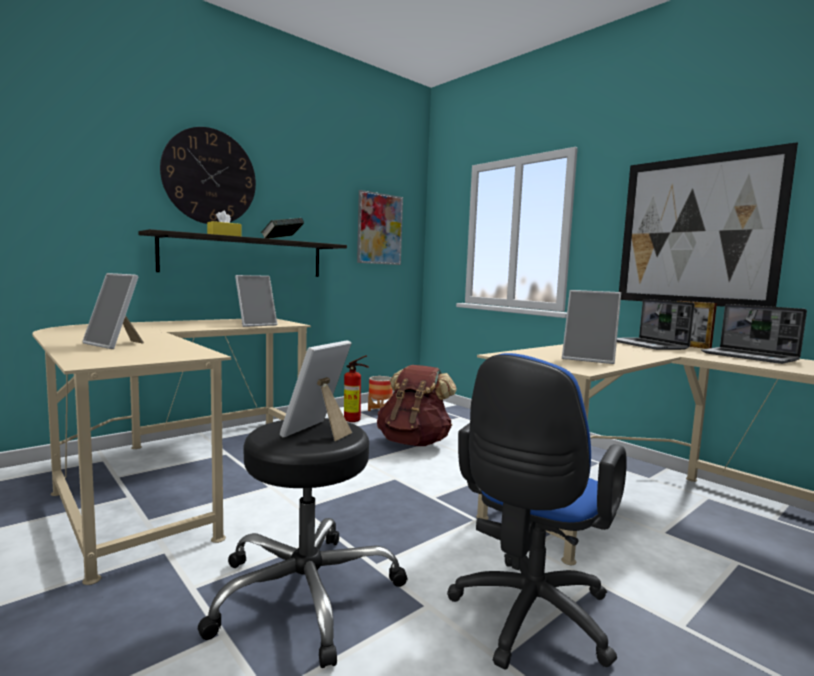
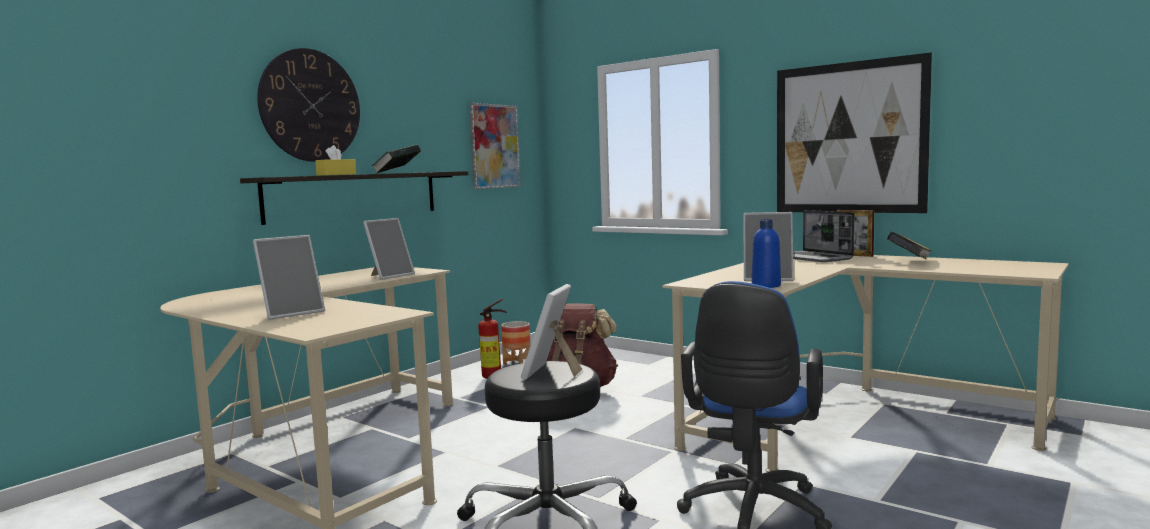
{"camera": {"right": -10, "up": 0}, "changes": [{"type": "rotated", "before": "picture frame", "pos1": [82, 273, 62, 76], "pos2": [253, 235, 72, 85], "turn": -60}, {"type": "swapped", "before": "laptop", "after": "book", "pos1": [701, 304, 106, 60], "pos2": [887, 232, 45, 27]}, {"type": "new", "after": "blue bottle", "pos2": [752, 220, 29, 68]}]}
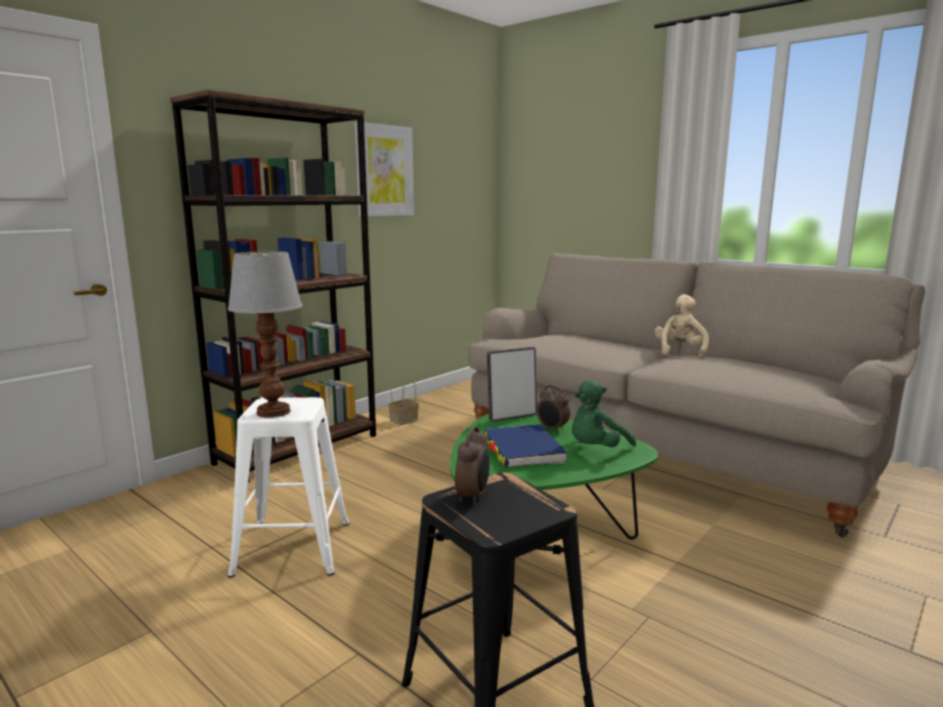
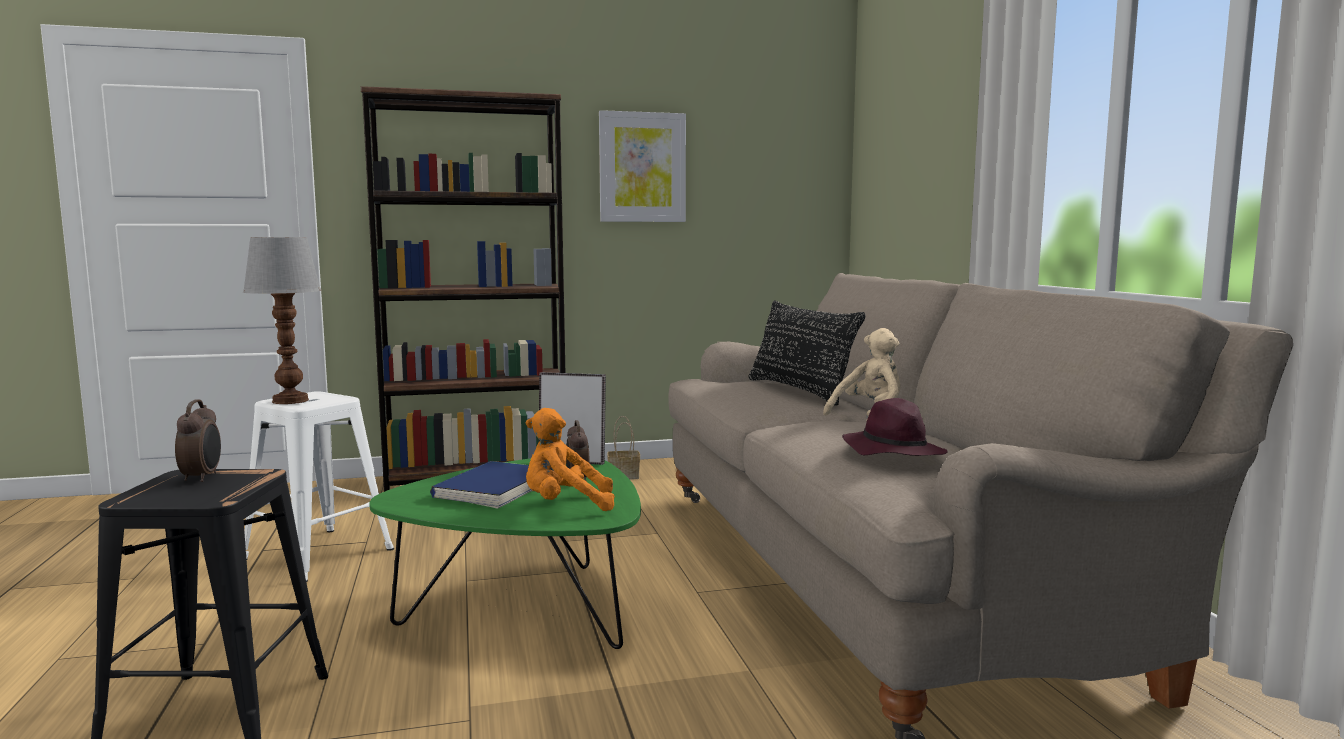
{"camera": {"right": 35, "up": -5}, "changes": [{"type": "repainted", "before": "green plush toy", "after": "orange plush toy", "pos1": [572, 380, 64, 67], "pos2": [526, 408, 89, 103]}, {"type": "rotated", "before": "alarm clock", "pos1": [455, 426, 34, 79], "pos2": [175, 399, 46, 83], "turn": -60}, {"type": "new", "after": "black pillow", "pos2": [749, 301, 117, 105]}, {"type": "new", "after": "purple hat", "pos2": [842, 398, 106, 58]}]}
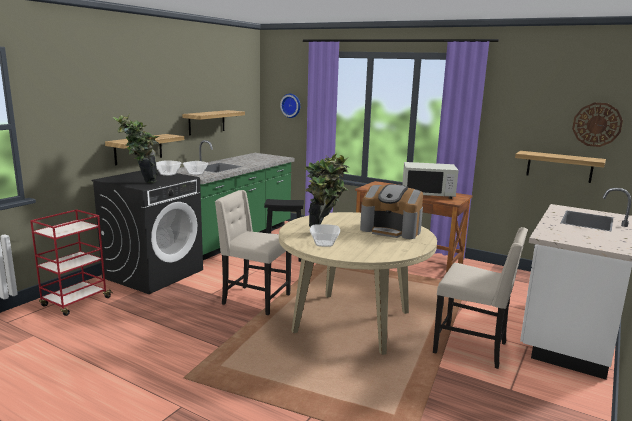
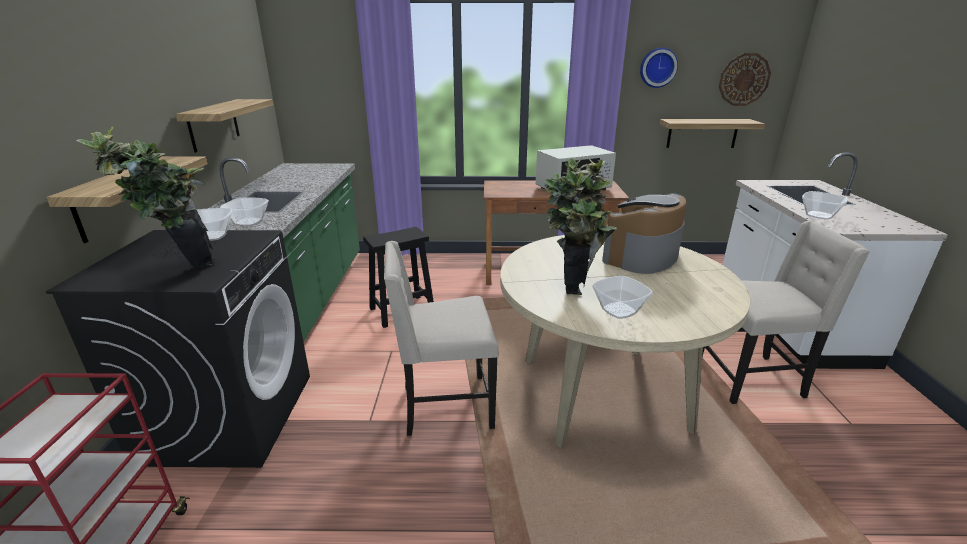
{"camera": {"right": -30, "up": 10}, "changes": [{"type": "shifted", "before": "wall clock", "pos1": [280, 94, 20, 24], "pos2": [640, 48, 38, 40]}, {"type": "rotated", "before": "coffee machine", "pos1": [360, 184, 63, 55], "pos2": [602, 193, 85, 81], "turn": 135}, {"type": "new", "after": "bowl", "pos2": [802, 191, 46, 29]}]}
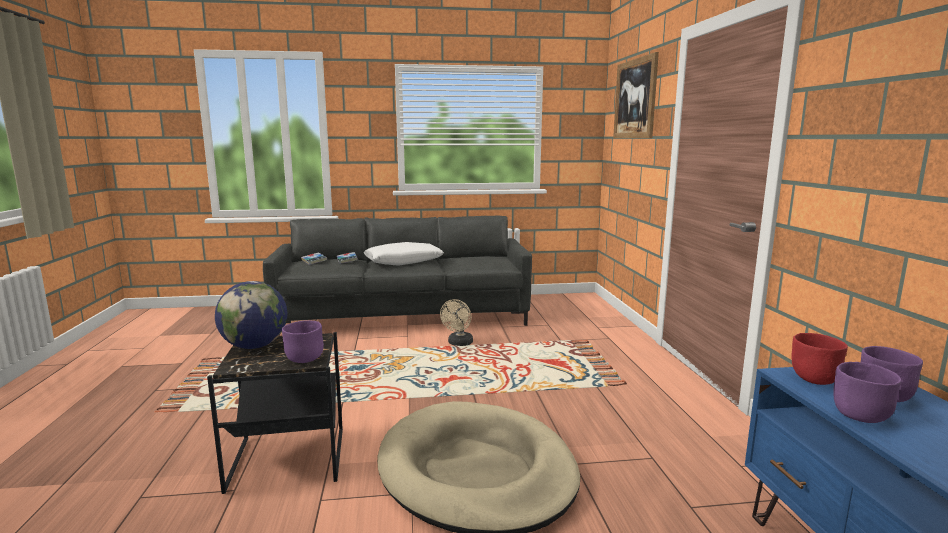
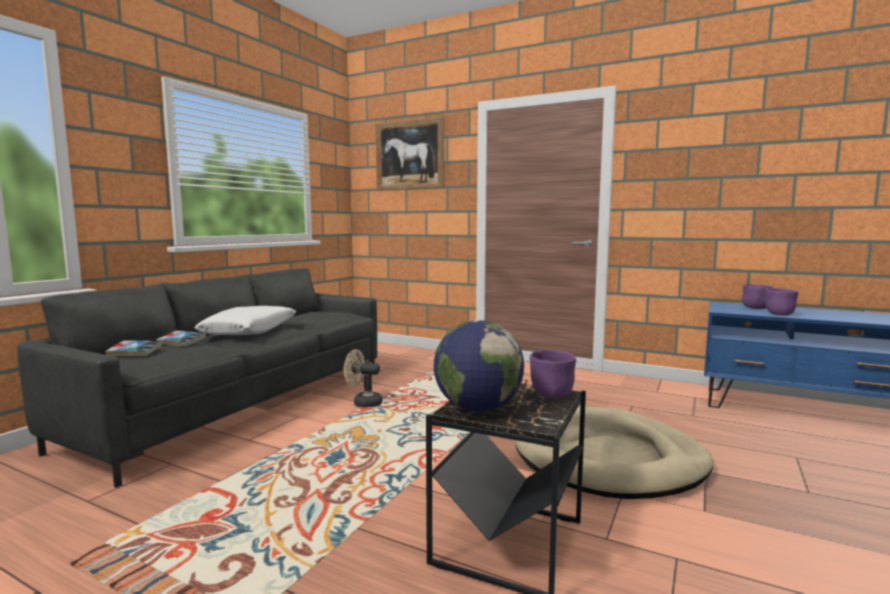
{"camera": {"right": -55, "up": -5}, "changes": [{"type": "rotated", "before": "beige fan", "pos1": [440, 299, 33, 47], "pos2": [344, 349, 38, 58], "turn": 135}, {"type": "gone", "before": "red bowl", "pos1": [791, 333, 57, 52]}]}
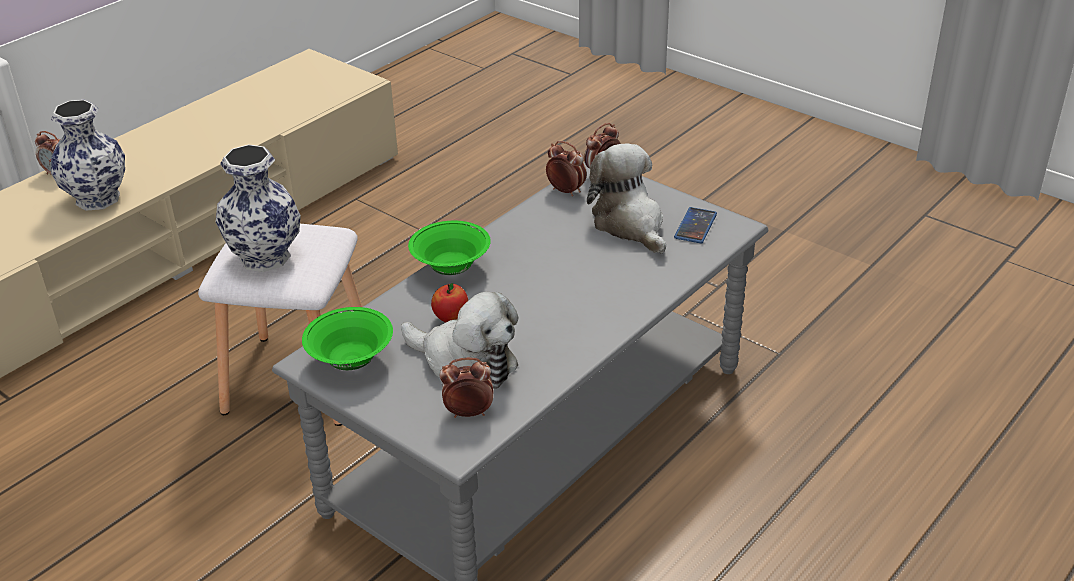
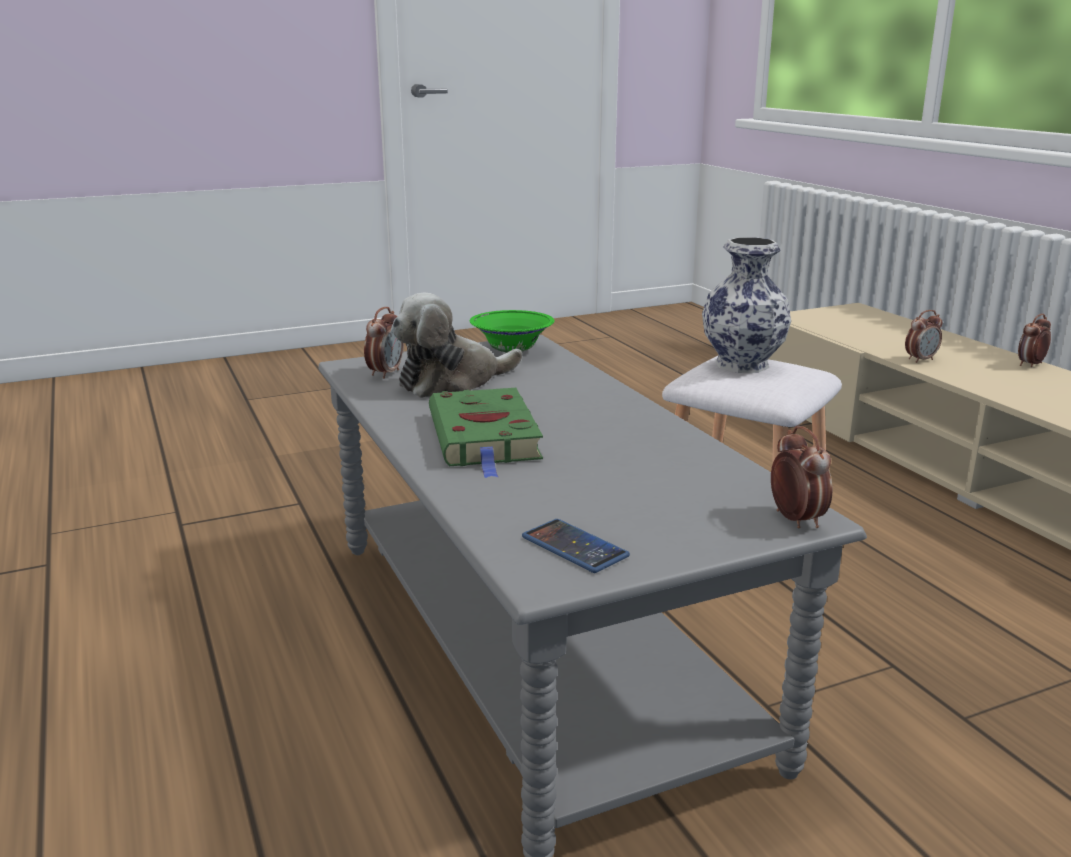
{"camera": {"right": 115, "up": -15}, "changes": [{"type": "gone", "before": "vase", "pos1": [51, 100, 74, 111]}, {"type": "shifted", "before": "alarm clock", "pos1": [546, 141, 41, 55], "pos2": [905, 310, 38, 53]}, {"type": "gone", "before": "plush toy", "pos1": [587, 143, 79, 111]}, {"type": "gone", "before": "green bowl", "pos1": [408, 221, 83, 54]}, {"type": "gone", "before": "apple", "pos1": [431, 283, 37, 40]}, {"type": "new", "after": "green book", "pos2": [429, 388, 114, 90]}]}
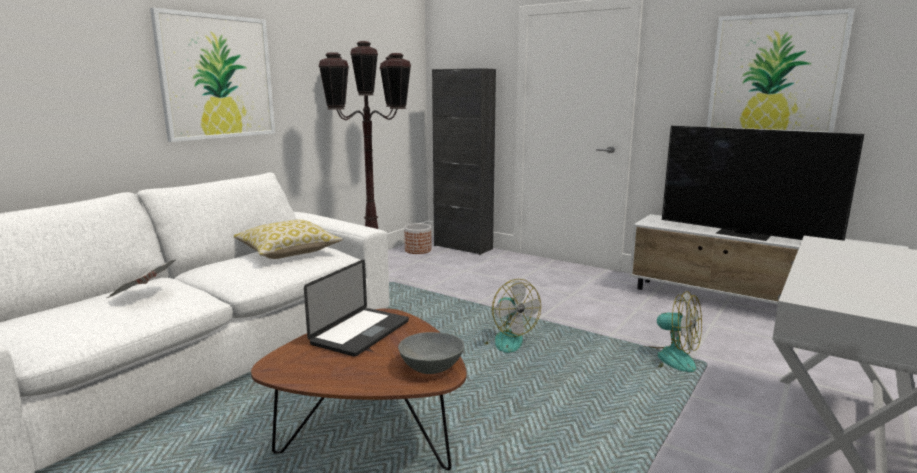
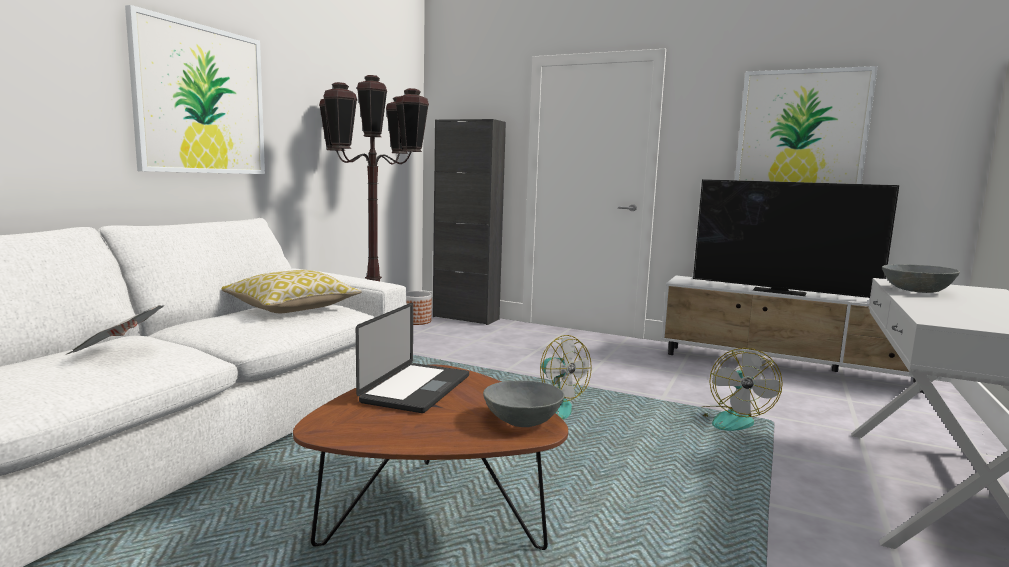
{"camera": {"right": -10, "up": -5}, "changes": [{"type": "rotated", "before": "fan", "pos1": [639, 291, 63, 81], "pos2": [702, 348, 81, 83], "turn": 75}, {"type": "new", "after": "grey bowl", "pos2": [882, 264, 78, 29]}]}
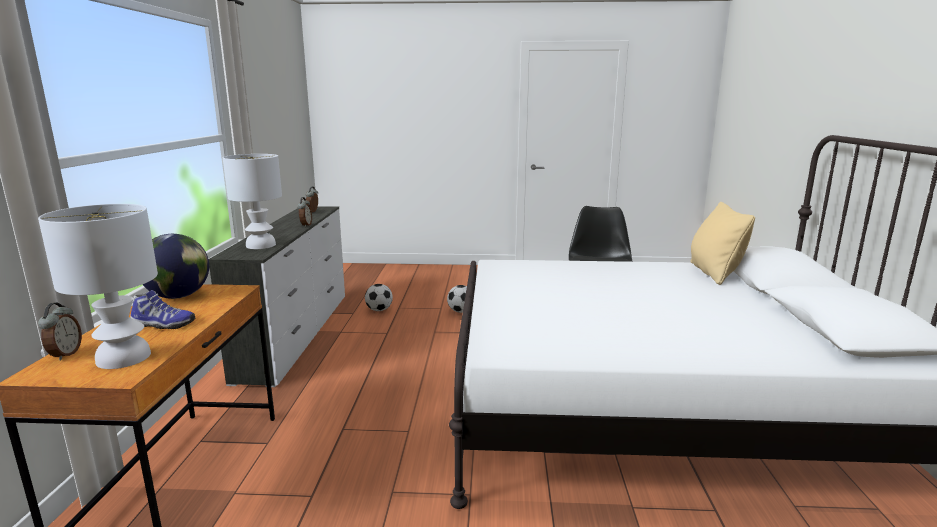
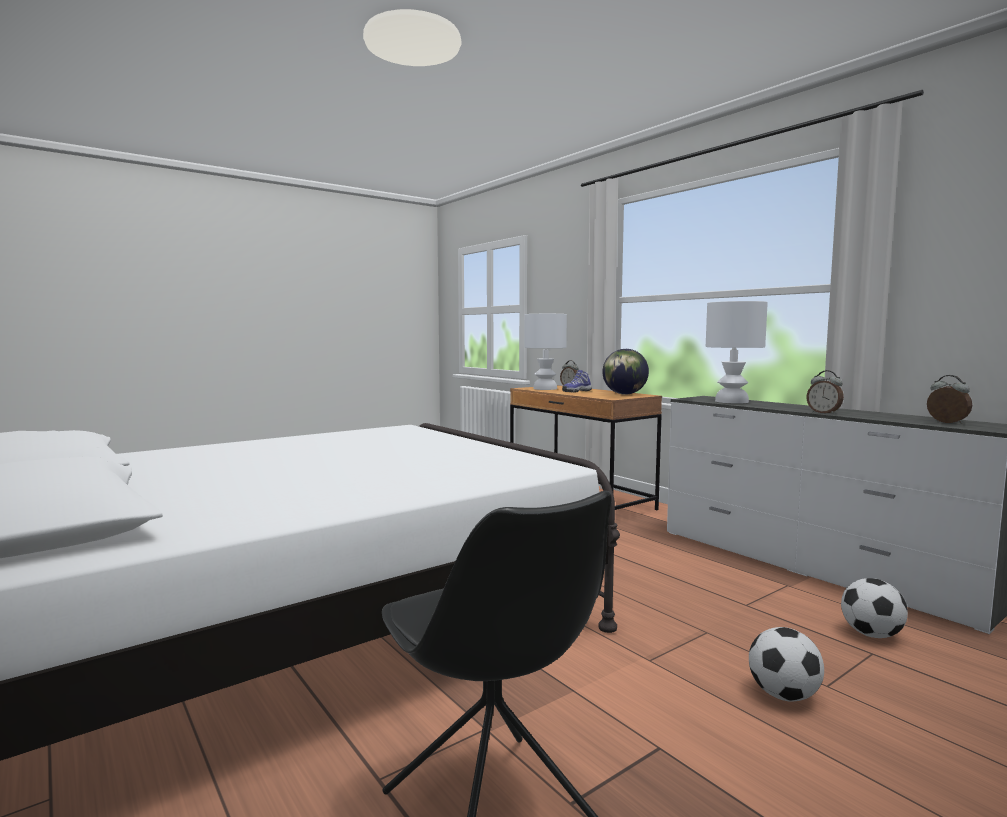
{"camera": {"right": 140, "up": -10}, "changes": [{"type": "gone", "before": "beige pillow", "pos1": [690, 202, 65, 83]}]}
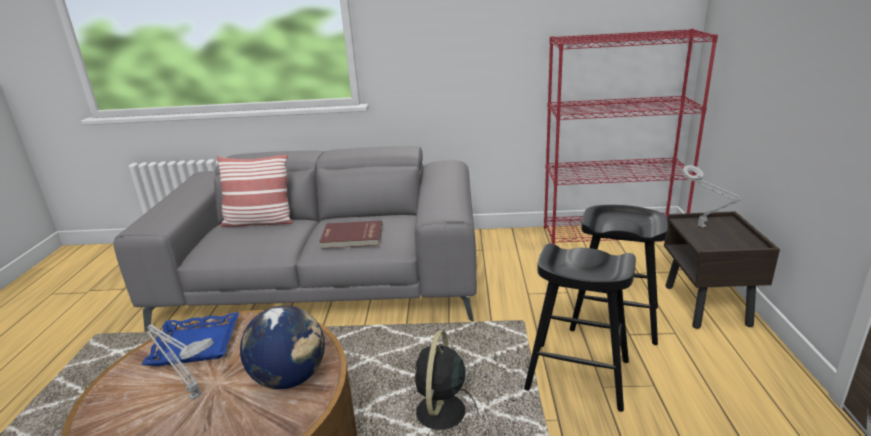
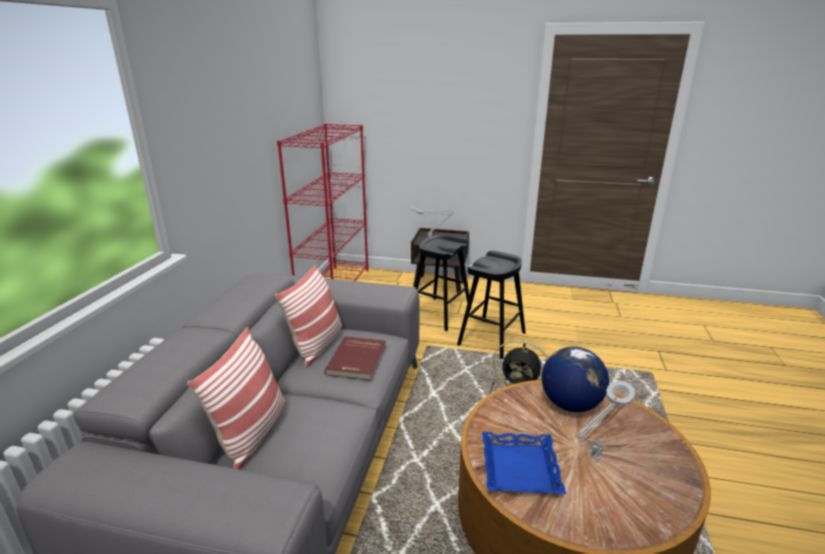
{"camera": {"right": -80, "up": 0}, "changes": [{"type": "new", "after": "pillow", "pos2": [275, 264, 67, 104]}]}
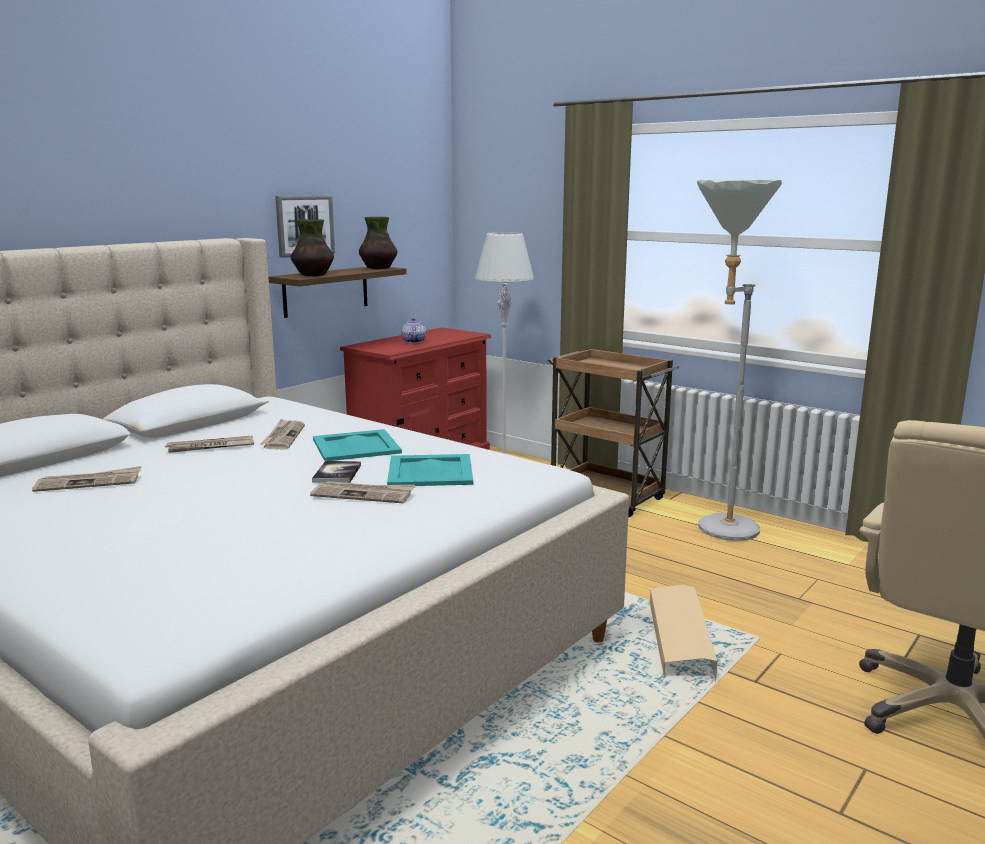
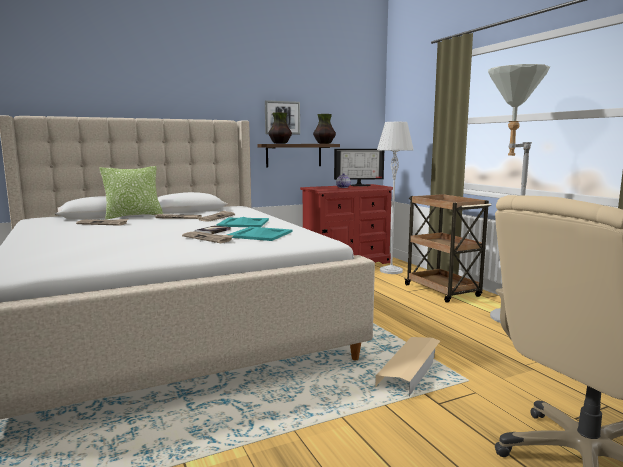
{"camera": {"right": 25, "up": -5}, "changes": [{"type": "new", "after": "monitor", "pos2": [334, 149, 50, 37]}, {"type": "new", "after": "pillow", "pos2": [99, 166, 64, 54]}]}
